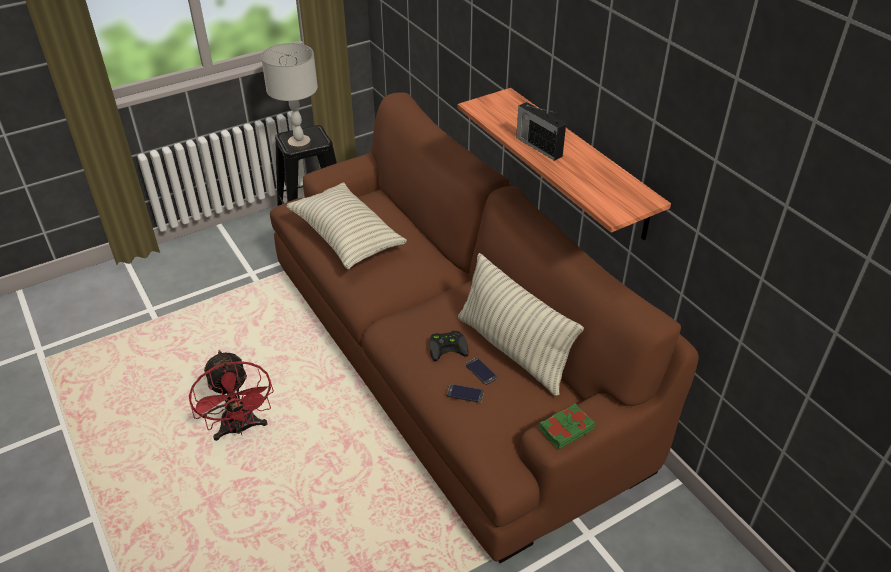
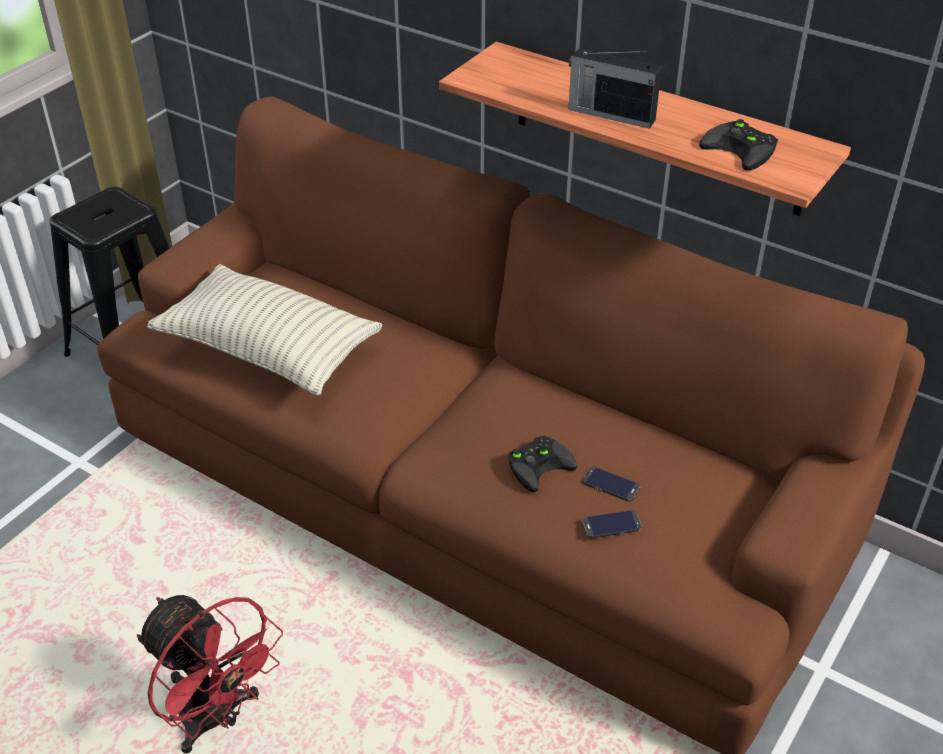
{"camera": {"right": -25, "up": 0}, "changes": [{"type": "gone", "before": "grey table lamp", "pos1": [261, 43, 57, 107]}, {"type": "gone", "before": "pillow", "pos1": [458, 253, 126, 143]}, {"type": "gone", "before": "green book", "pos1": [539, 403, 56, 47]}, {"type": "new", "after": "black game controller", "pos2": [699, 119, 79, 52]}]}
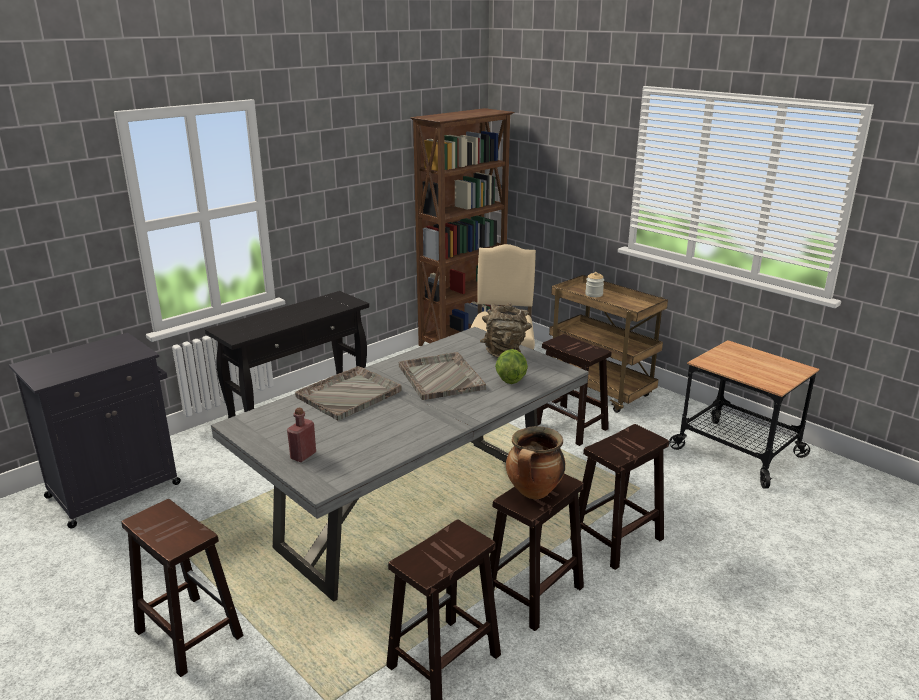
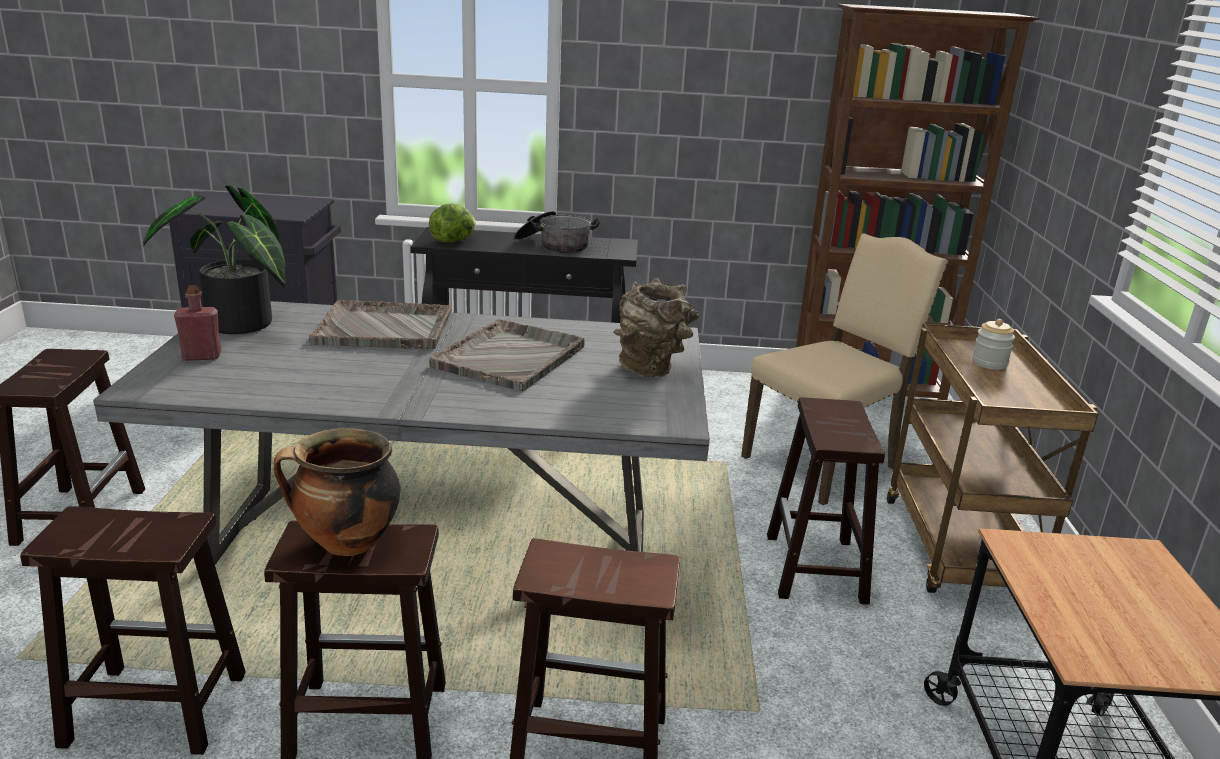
{"camera": {"right": 45, "up": 0}, "changes": [{"type": "shifted", "before": "lettuce", "pos1": [495, 349, 33, 35], "pos2": [429, 204, 47, 38]}, {"type": "new", "after": "potted plant", "pos2": [143, 185, 143, 149]}, {"type": "new", "after": "cooking pot", "pos2": [514, 211, 86, 42]}]}
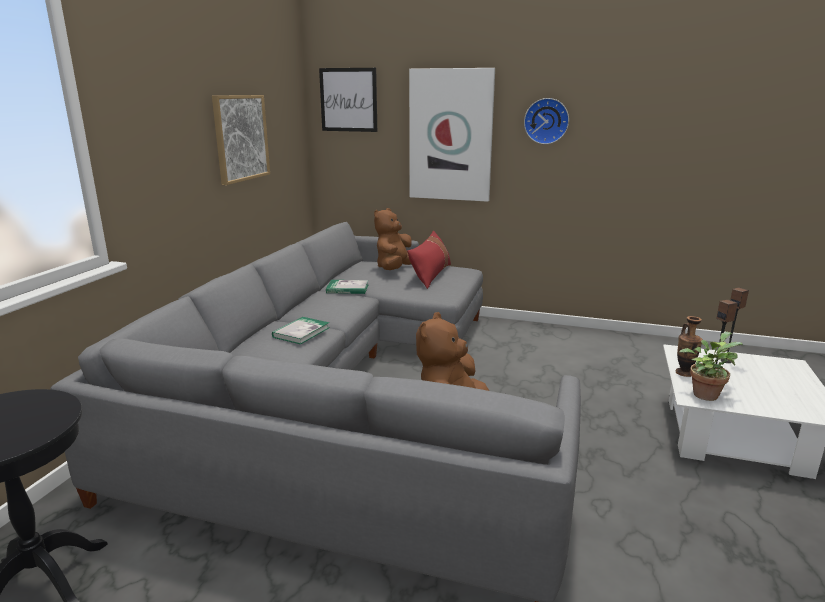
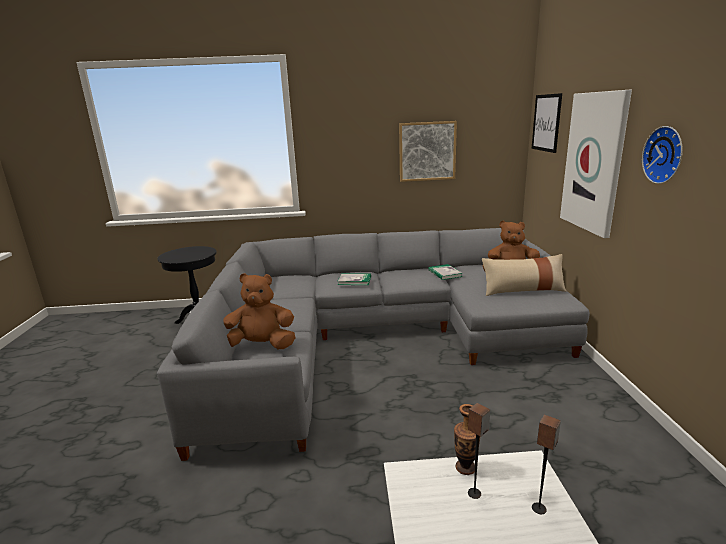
{"camera": {"right": 70, "up": 0}, "changes": [{"type": "repainted", "before": "red pillow", "after": "beige pillow", "pos1": [407, 231, 44, 58], "pos2": [482, 254, 84, 42]}, {"type": "gone", "before": "potted plant", "pos1": [679, 332, 64, 69]}]}
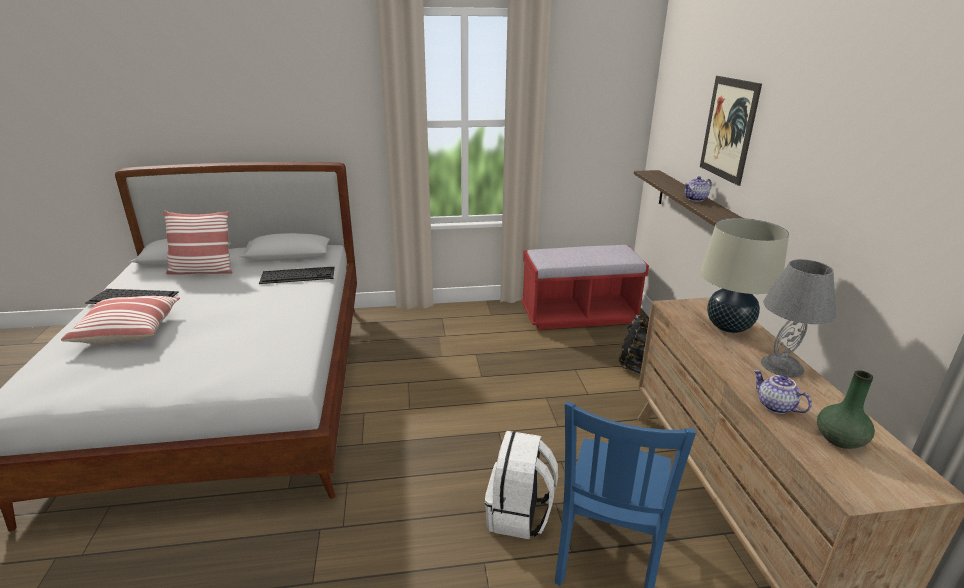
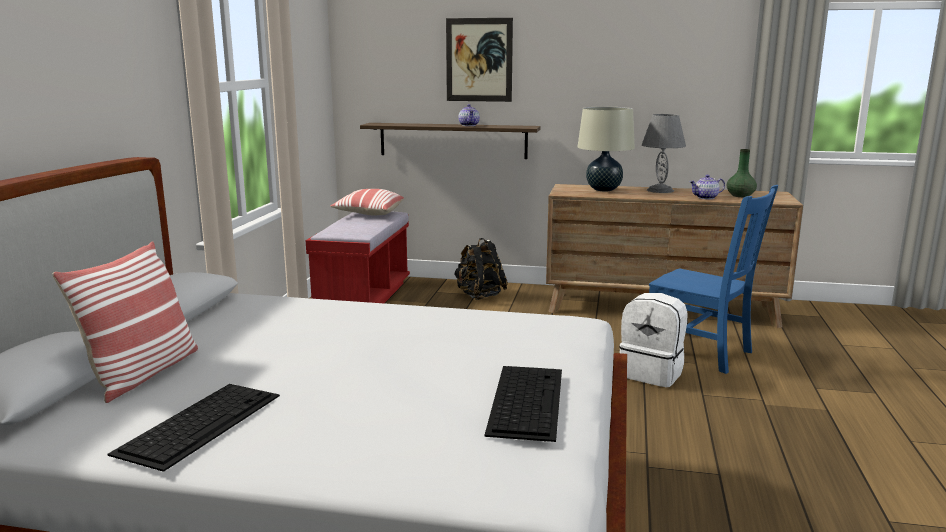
{"camera": {"right": -70, "up": -10}, "changes": [{"type": "shifted", "before": "keyboard", "pos1": [259, 267, 75, 17], "pos2": [484, 366, 78, 76]}, {"type": "shifted", "before": "pillow", "pos1": [61, 296, 119, 48], "pos2": [330, 189, 74, 26]}]}
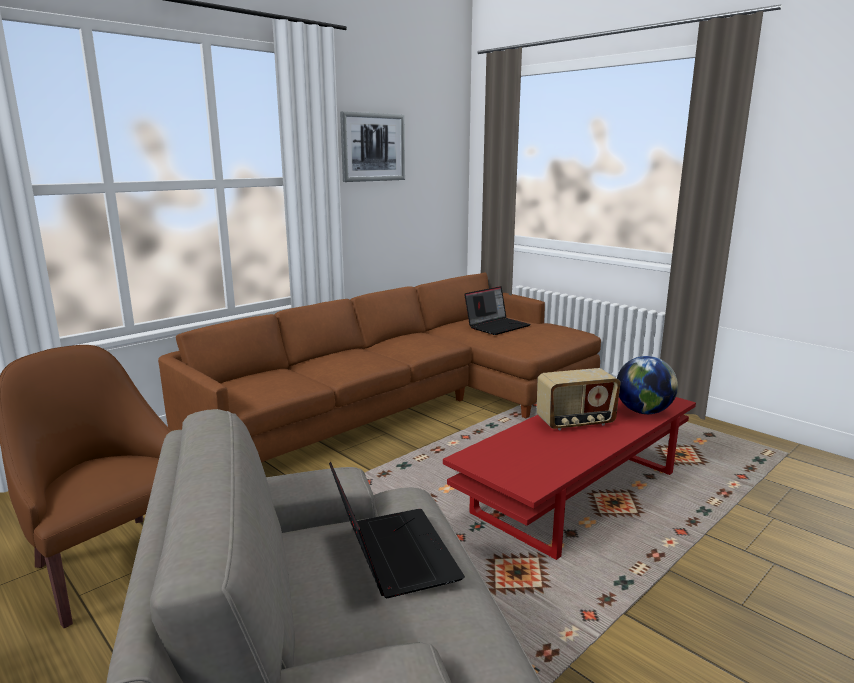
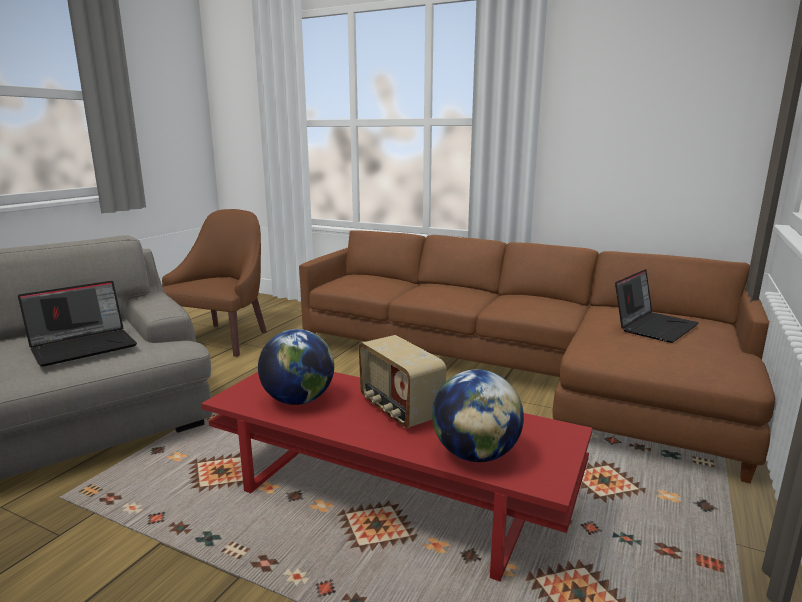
{"camera": {"right": 70, "up": 0}, "changes": [{"type": "gone", "before": "picture", "pos1": [340, 111, 65, 71]}, {"type": "rotated", "before": "laptop", "pos1": [464, 286, 67, 49], "pos2": [615, 269, 84, 74], "turn": -75}, {"type": "new", "after": "globe", "pos2": [258, 329, 76, 76]}]}
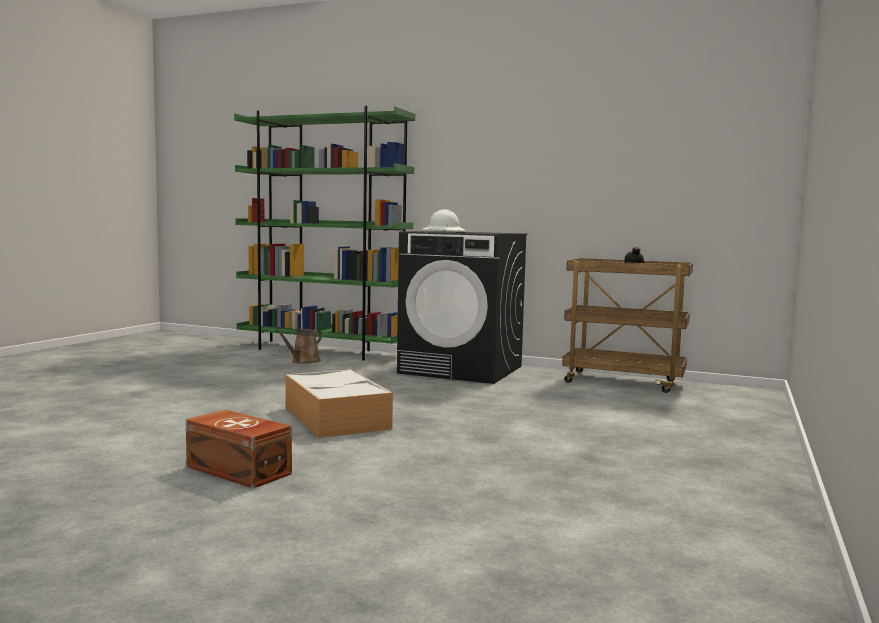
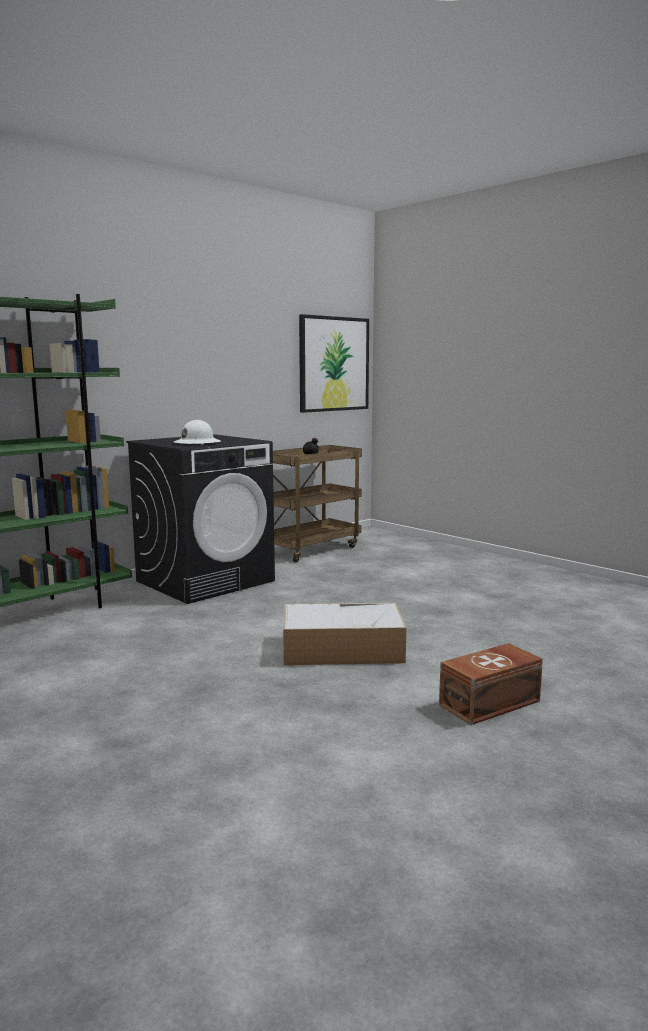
{"camera": {"right": -65, "up": 5}, "changes": [{"type": "gone", "before": "brown watering can", "pos1": [276, 329, 46, 35]}, {"type": "new", "after": "picture", "pos2": [299, 314, 70, 99]}]}
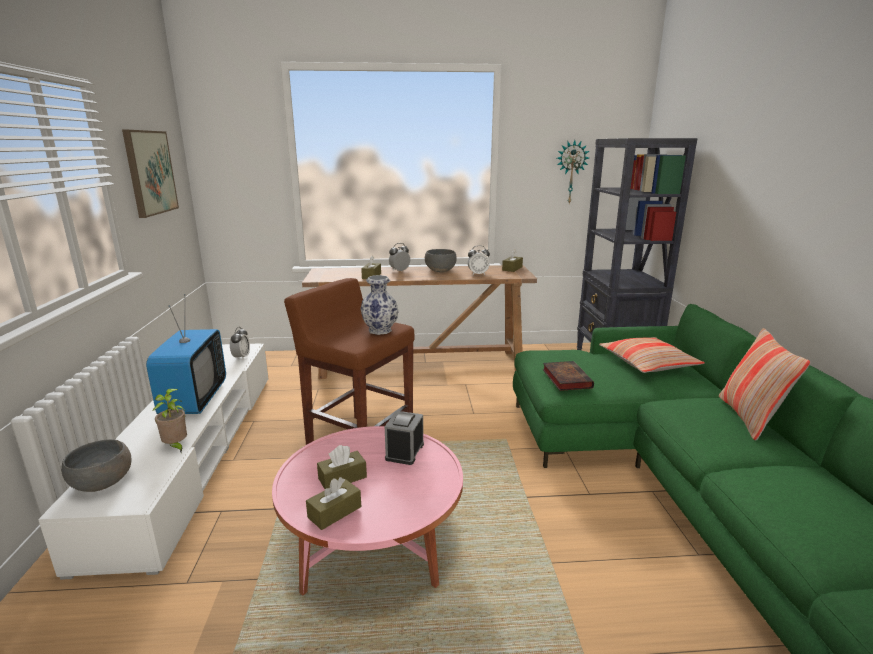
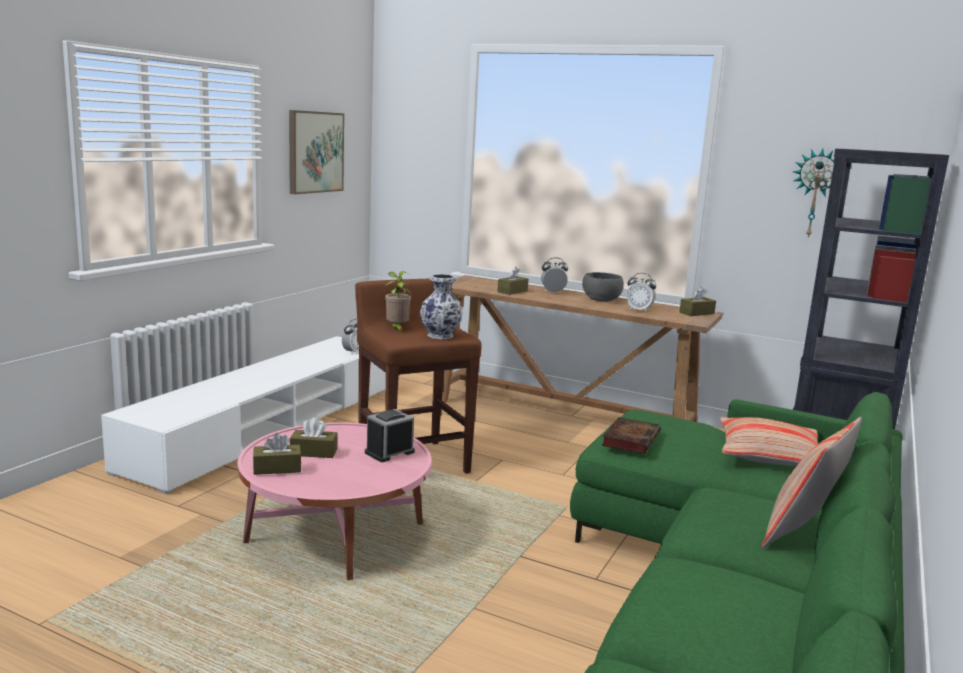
{"camera": {"right": 30, "up": -5}, "changes": [{"type": "gone", "before": "television", "pos1": [146, 294, 80, 120]}, {"type": "shifted", "before": "potted plant", "pos1": [152, 389, 35, 63], "pos2": [385, 271, 26, 62]}, {"type": "gone", "before": "grey bowl", "pos1": [61, 439, 70, 53]}]}
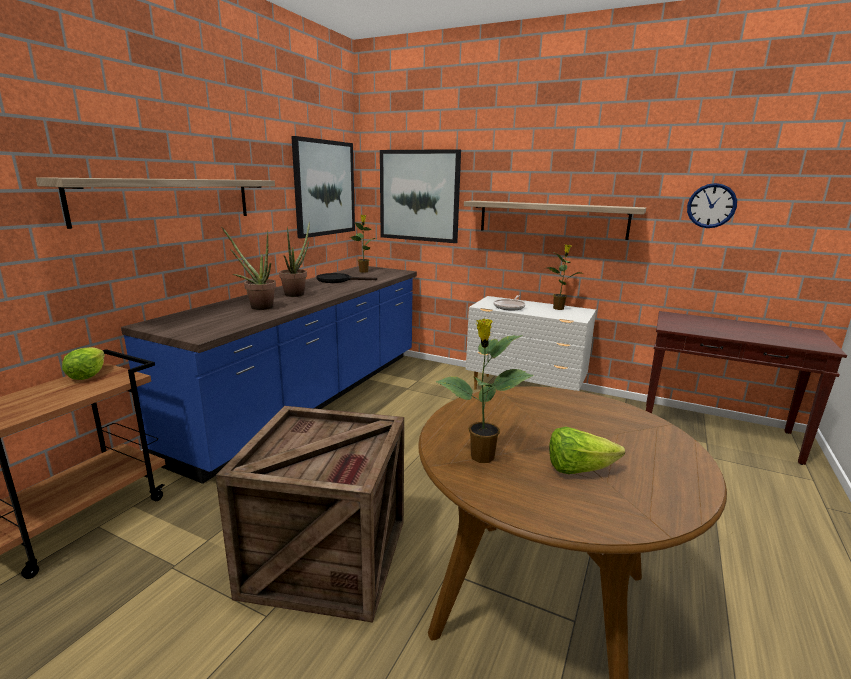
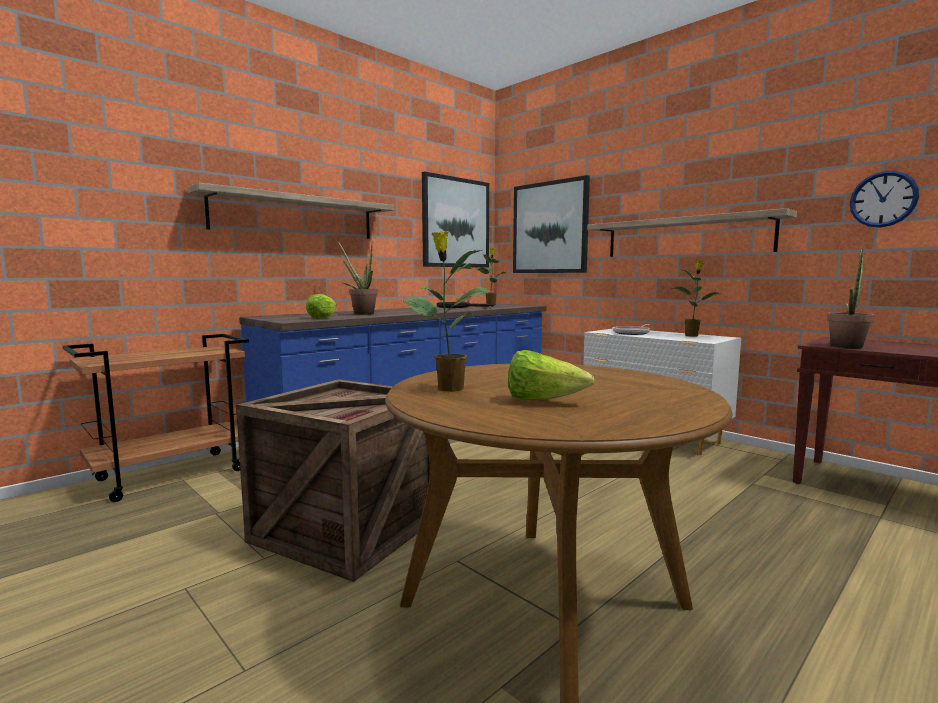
{"camera": {"right": 20, "up": -10}, "changes": [{"type": "shifted", "before": "potted plant", "pos1": [279, 221, 31, 76], "pos2": [827, 248, 47, 100]}, {"type": "shifted", "before": "lettuce", "pos1": [62, 347, 43, 33], "pos2": [306, 294, 30, 25]}]}
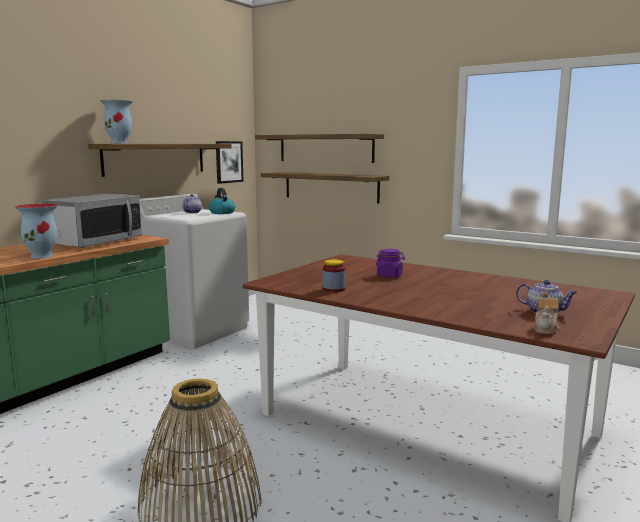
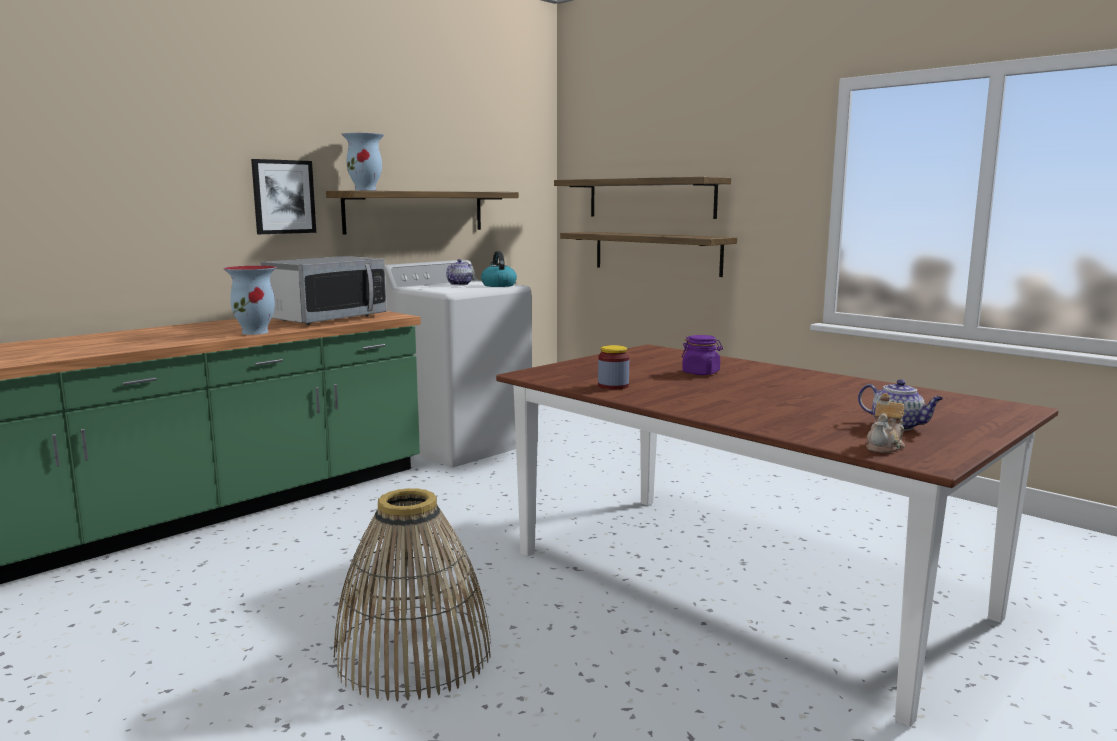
{"camera": {"right": 10, "up": 0}, "changes": [{"type": "shifted", "before": "picture", "pos1": [216, 141, 28, 43], "pos2": [251, 159, 65, 75]}]}
